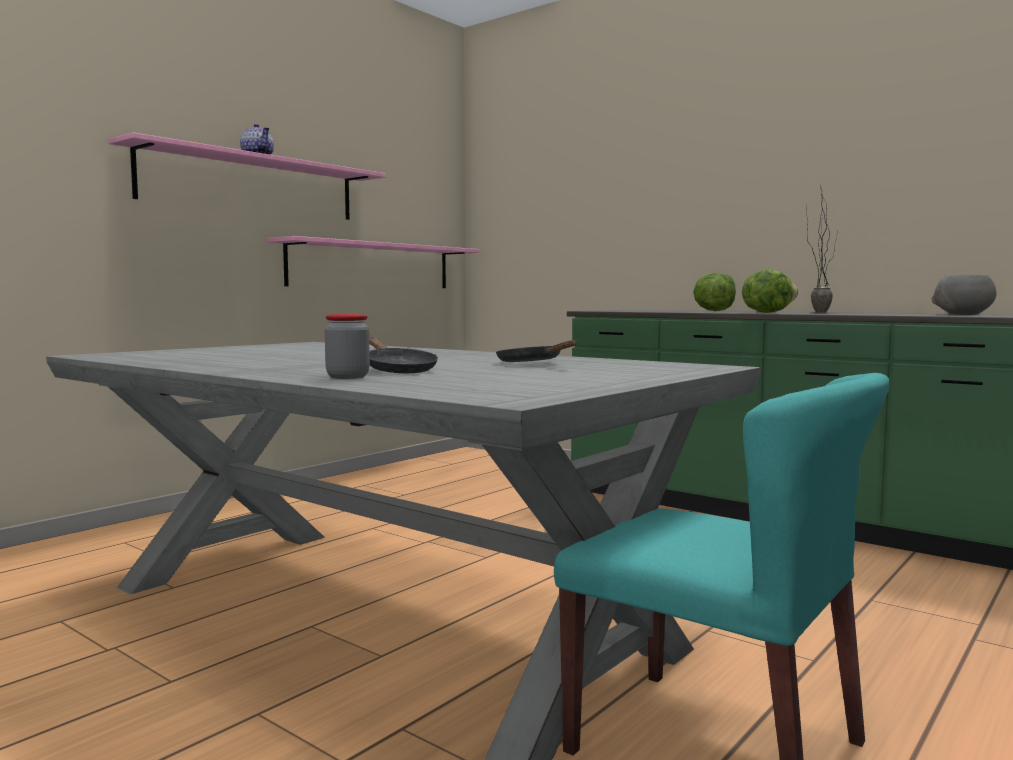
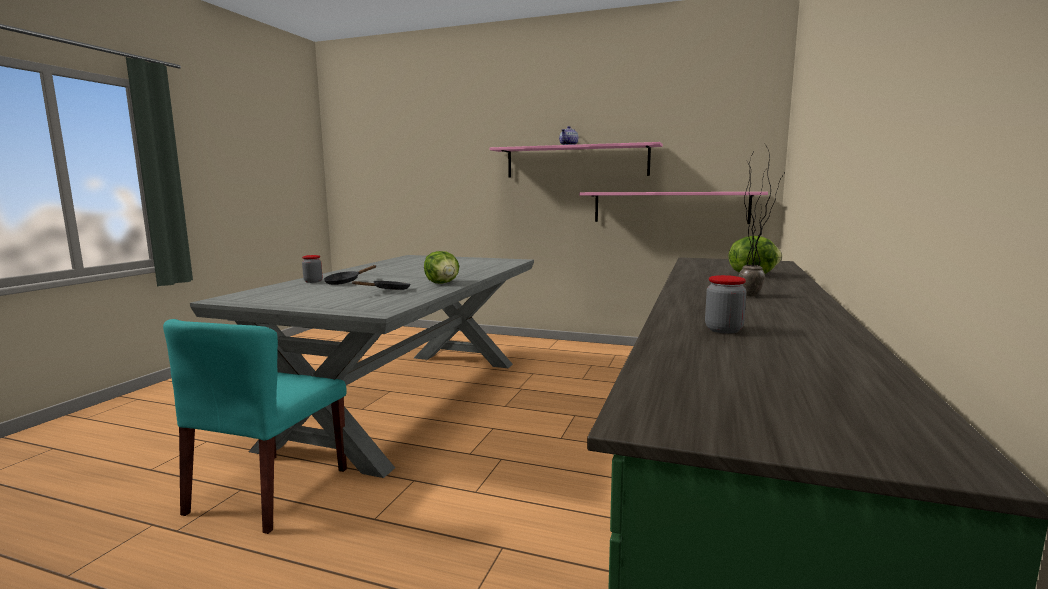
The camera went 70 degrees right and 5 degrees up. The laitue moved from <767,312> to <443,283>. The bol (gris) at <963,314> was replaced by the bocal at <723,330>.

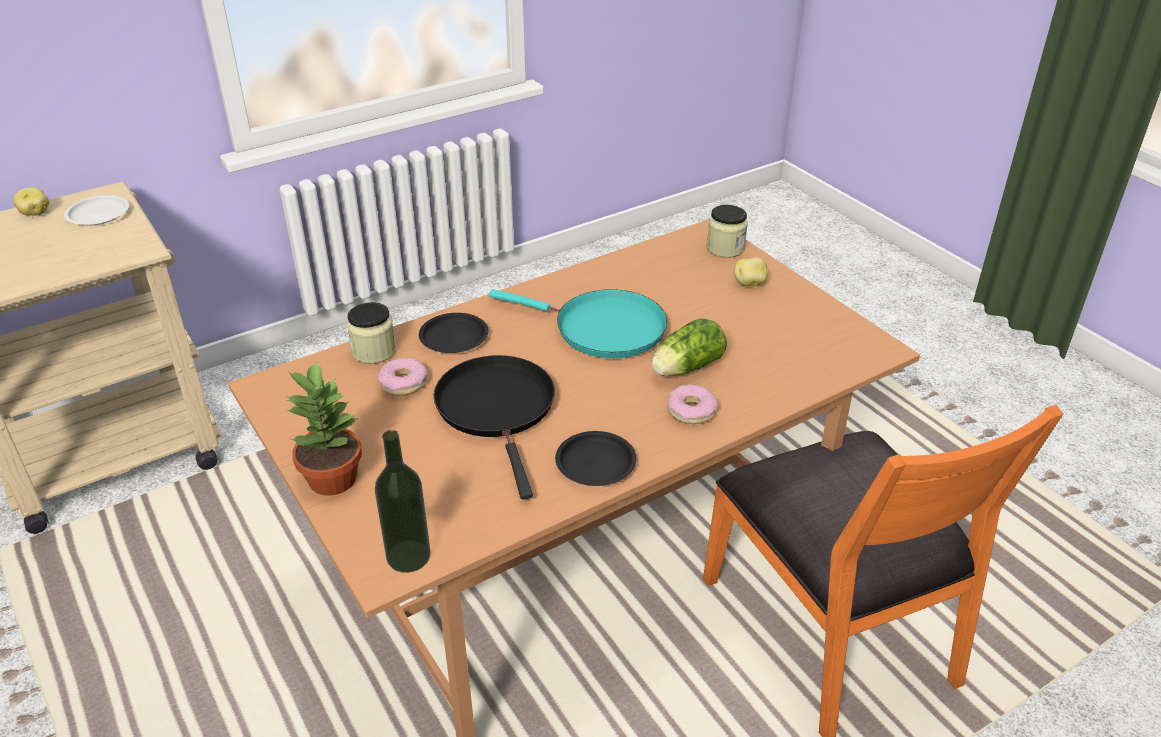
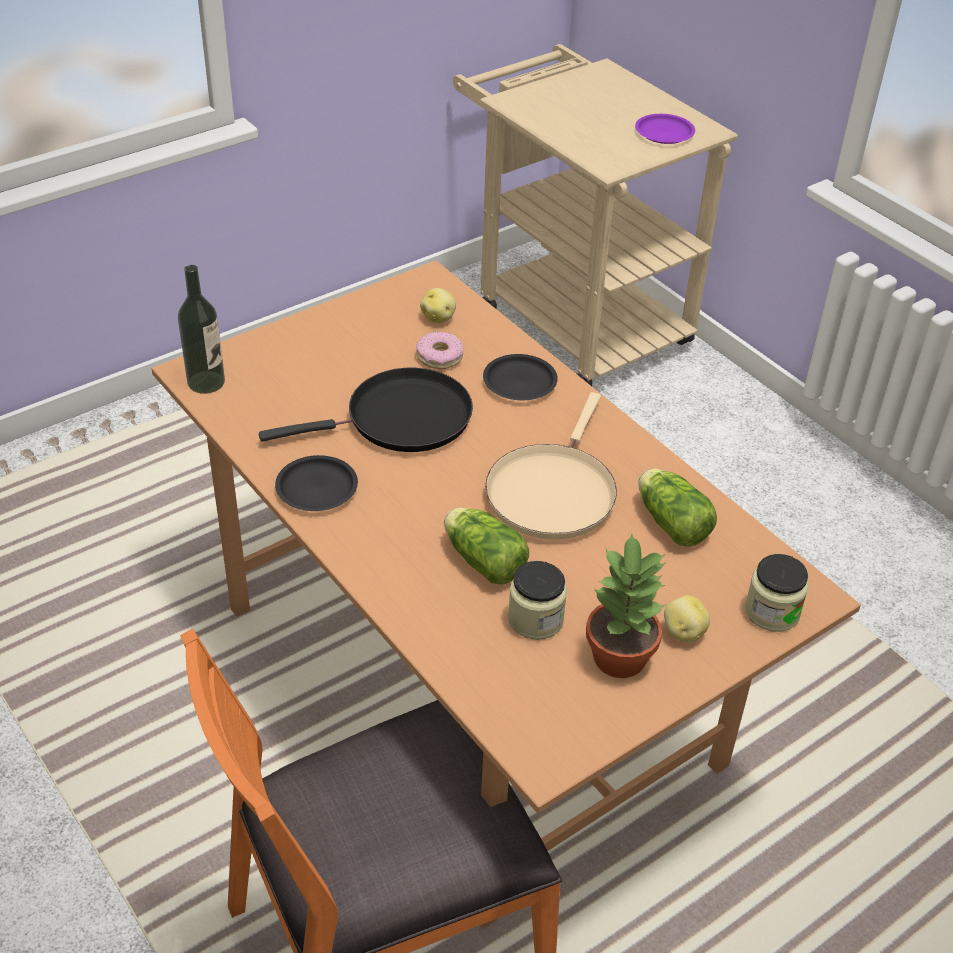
The camera went 85 degrees right and 5 degrees up. The pomme de terre moved from <35,213> to <438,317>. The poêle (turquoise) at <602,329> became the poêle (beige) at <552,491>. The bocal moved from <374,351> to <535,619>. The plante en pot moved from <332,478> to <621,657>. The assiette (blanc) at <98,214> became the assiette (violet) at <664,133>. The laitue at <670,521> appeared. The beignet at <691,410> disappeared.

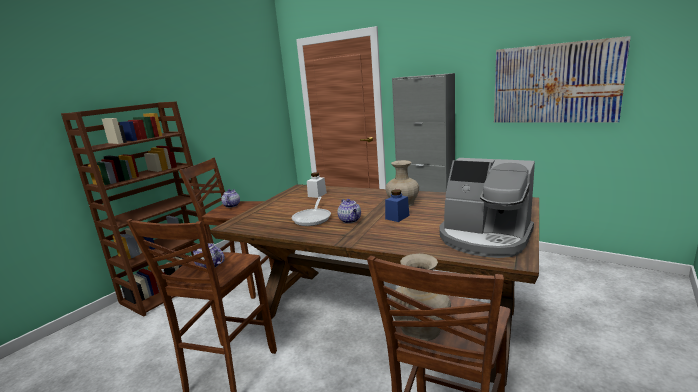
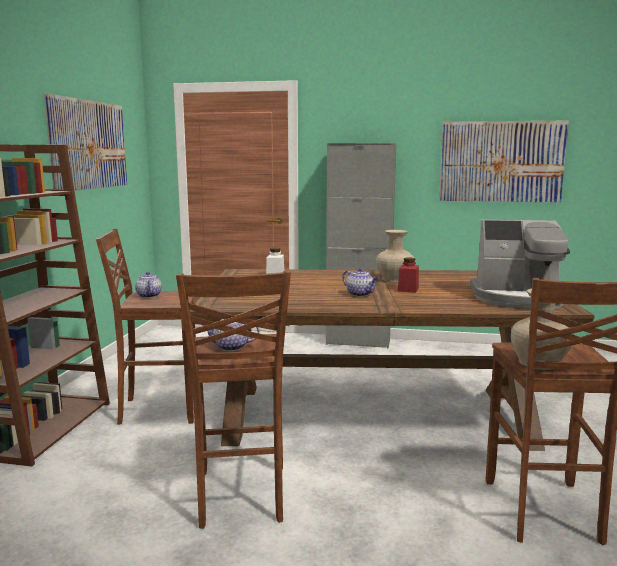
The camera went 25 degrees left and 5 degrees down. The tableau at <88,145> appeared. The bocal (bleu) at <397,217> became the bocal (rouge) at <408,289>. The poêle at <313,218> disappeared.

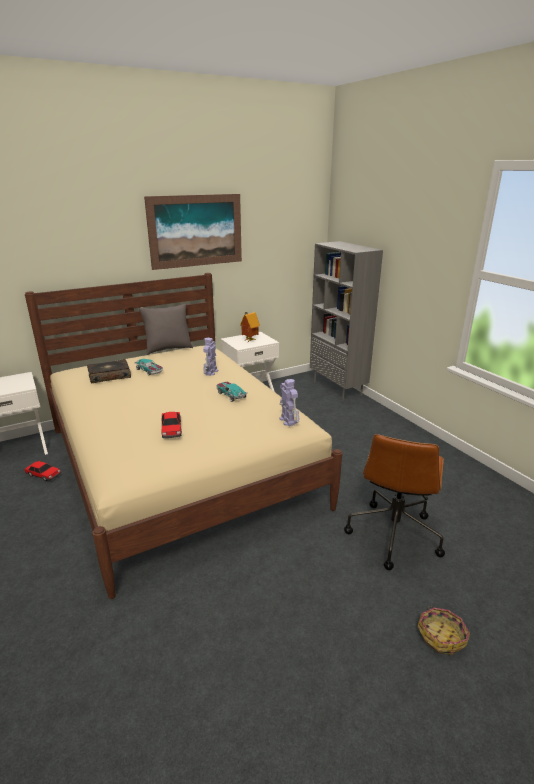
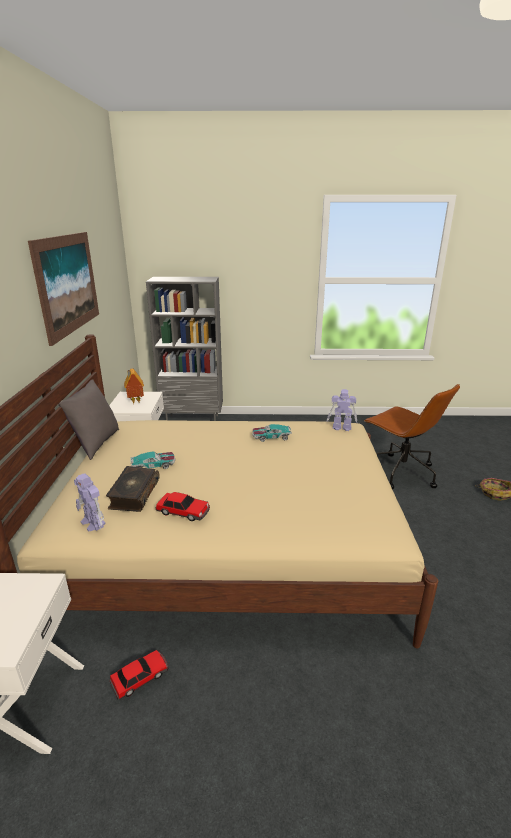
The camera went 60 degrees left and 0 degrees up. The robot jouet moved from <210,372> to <93,523>. The petite voiture moved from <171,429> to <183,512>.

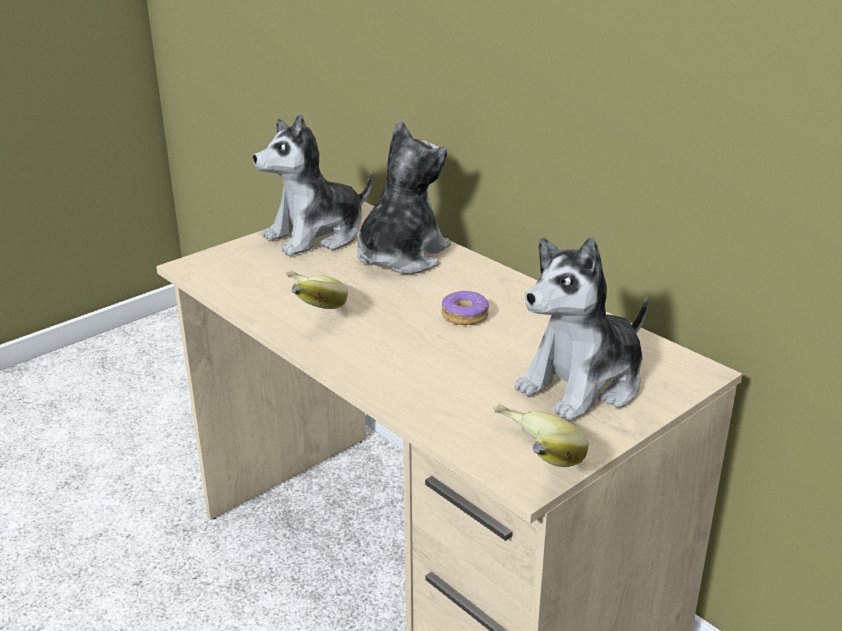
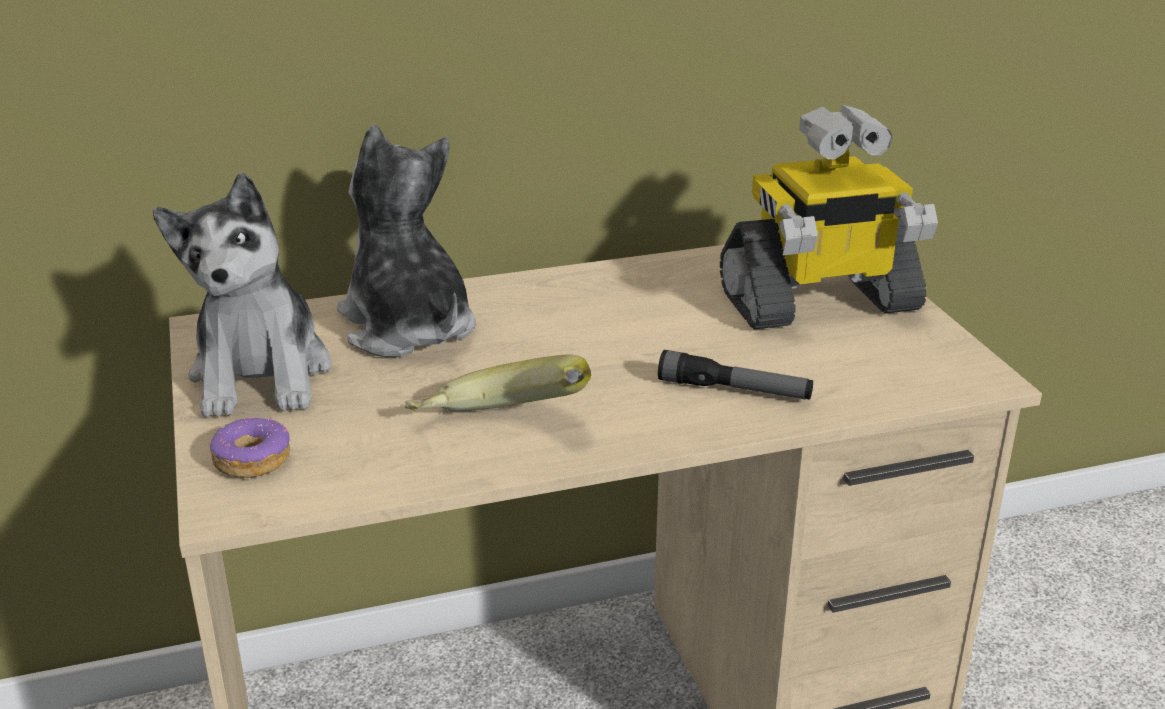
The camera went 65 degrees left and 0 degrees up. The beignet moved from <465,316> to <252,459>. The lampe de poche at <734,390> appeared. The peluche at <583,385> was replaced by the robot jouet at <819,302>. The banane at <528,462> disappeared.

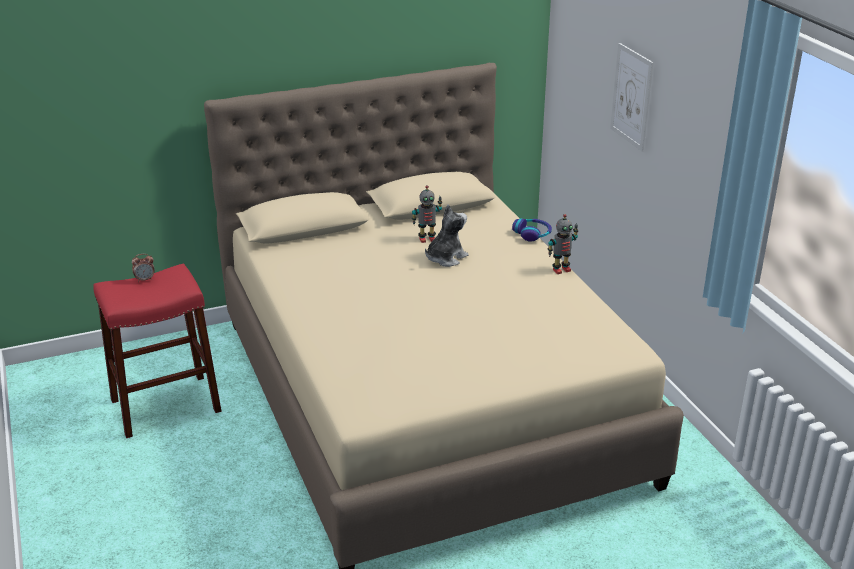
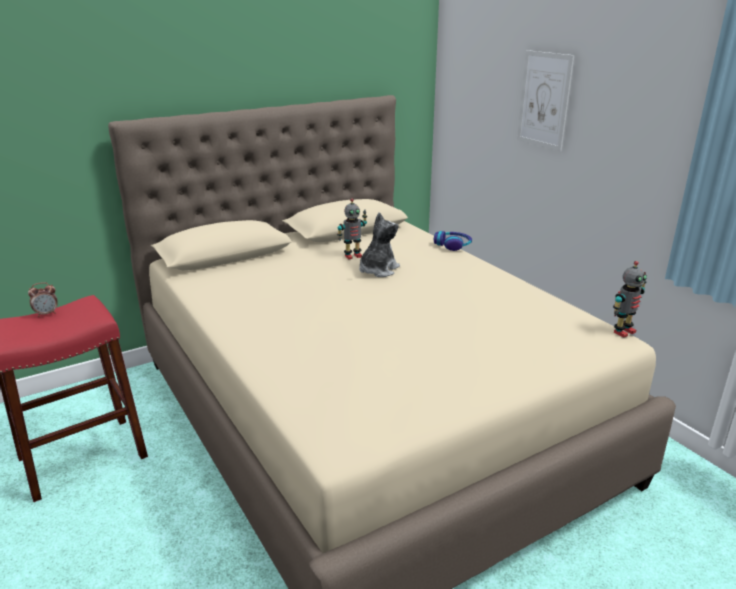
The camera went 10 degrees left and 5 degrees down. The robot jouet moved from <561,269> to <623,331>.

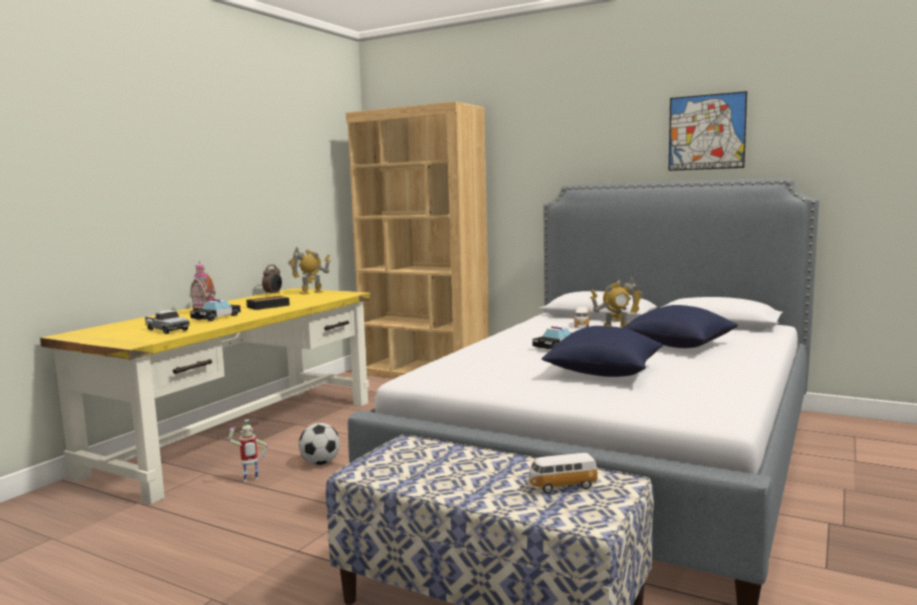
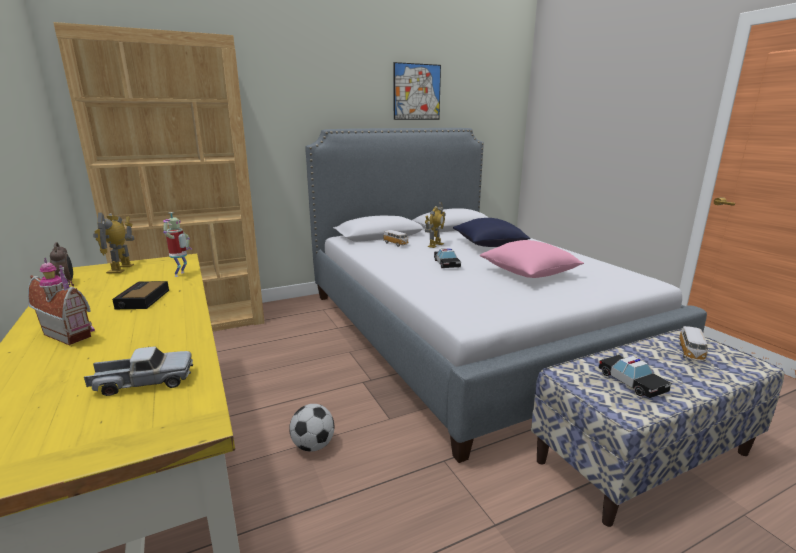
The camera went 55 degrees left and 10 degrees up. The robot jouet moved from <250,481> to <181,274>. The coussin (bleu) at <603,373> became the coussin (rose) at <529,274>. The petite voiture moved from <216,317> to <631,382>.

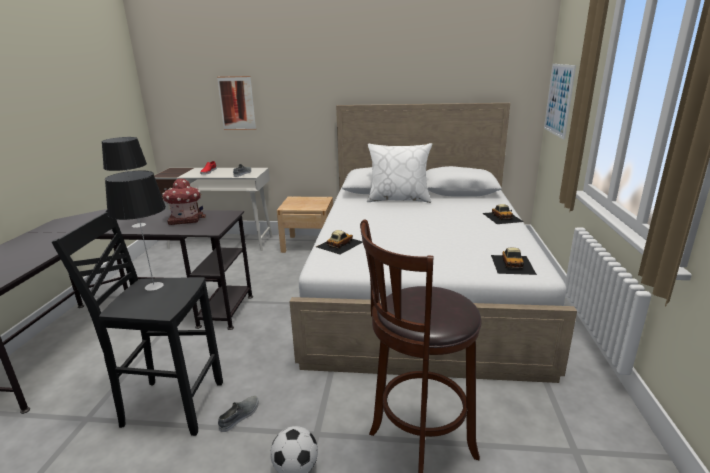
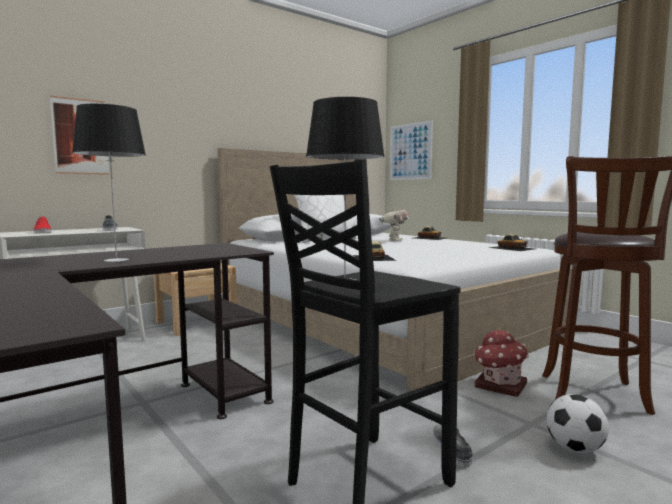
The camera went 45 degrees left and 15 degrees down. The robot jouet at <394,240> appeared. The maison miniature moved from <185,218> to <499,385>.

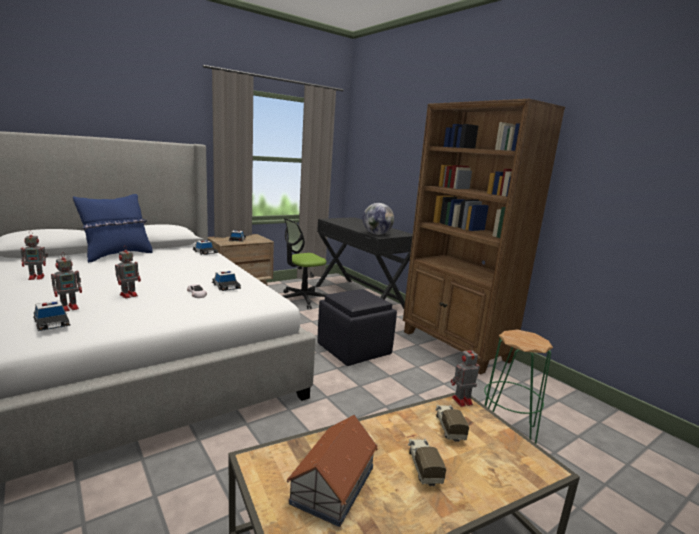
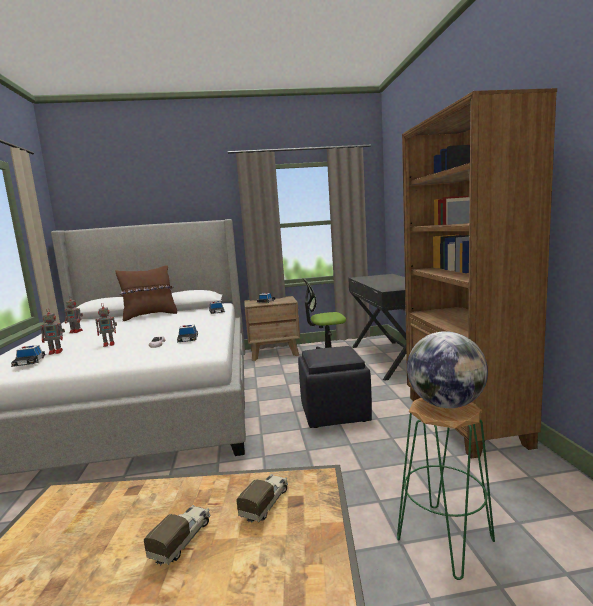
The camera went 30 degrees right and 5 degrees down. The coussin (bleu) at <117,255> became the coussin (marron) at <150,316>. The globe moved from <376,234> to <446,404>. The maison miniature at <332,485> disappeared. The robot jouet at <461,401> disappeared.

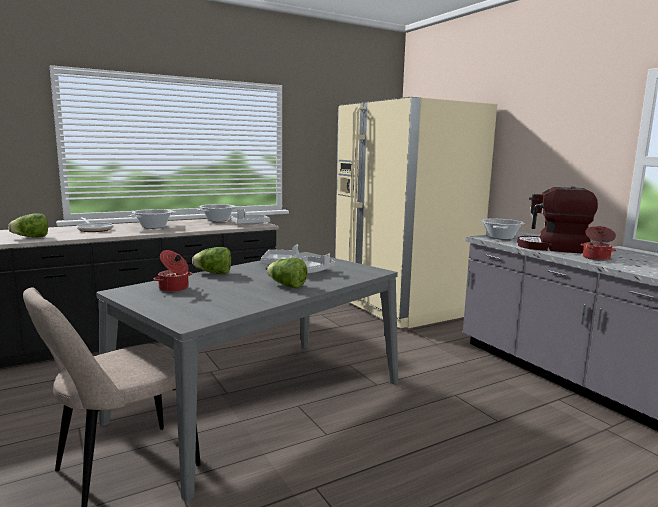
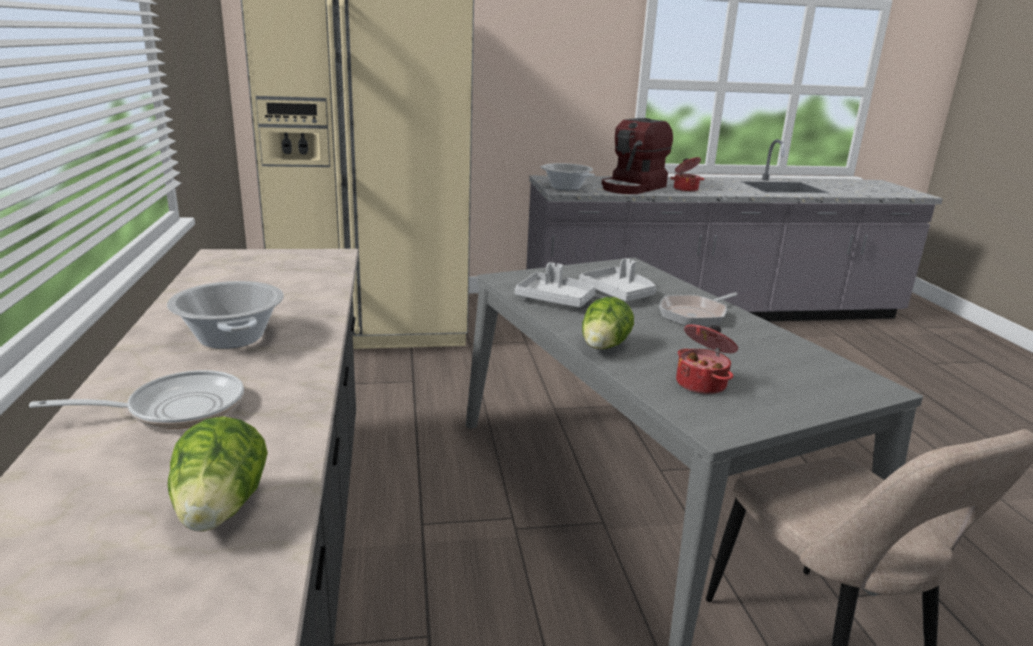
The camera went 70 degrees left and 10 degrees up. The laitue at <287,286> was replaced by the poêle at <695,315>. The marmite at <218,220> disappeared. The plateau (gris) at <250,224> disappeared.

